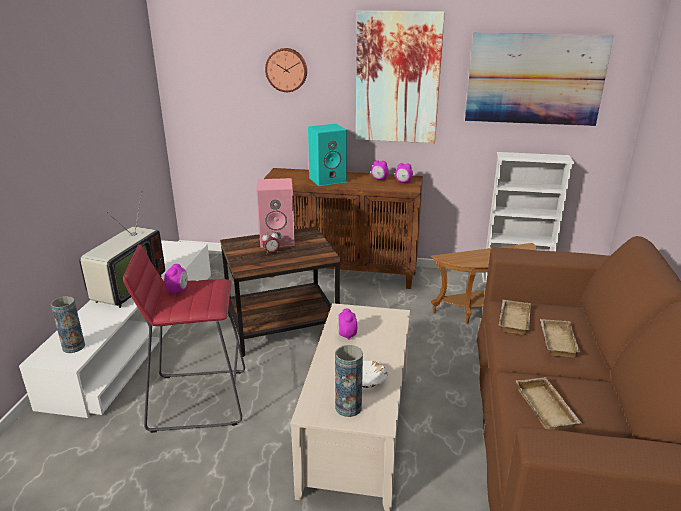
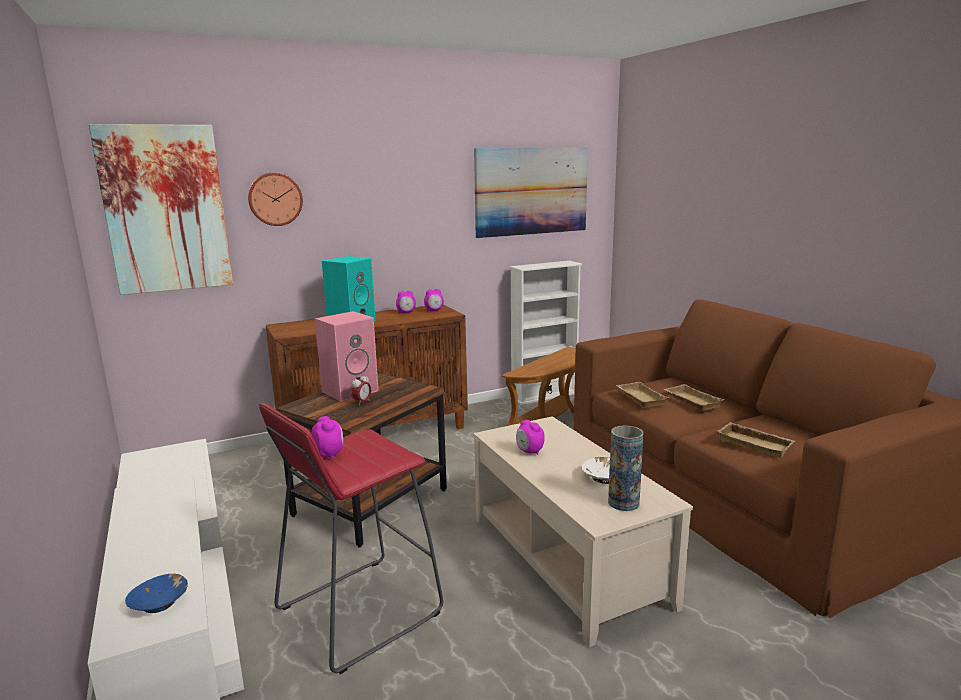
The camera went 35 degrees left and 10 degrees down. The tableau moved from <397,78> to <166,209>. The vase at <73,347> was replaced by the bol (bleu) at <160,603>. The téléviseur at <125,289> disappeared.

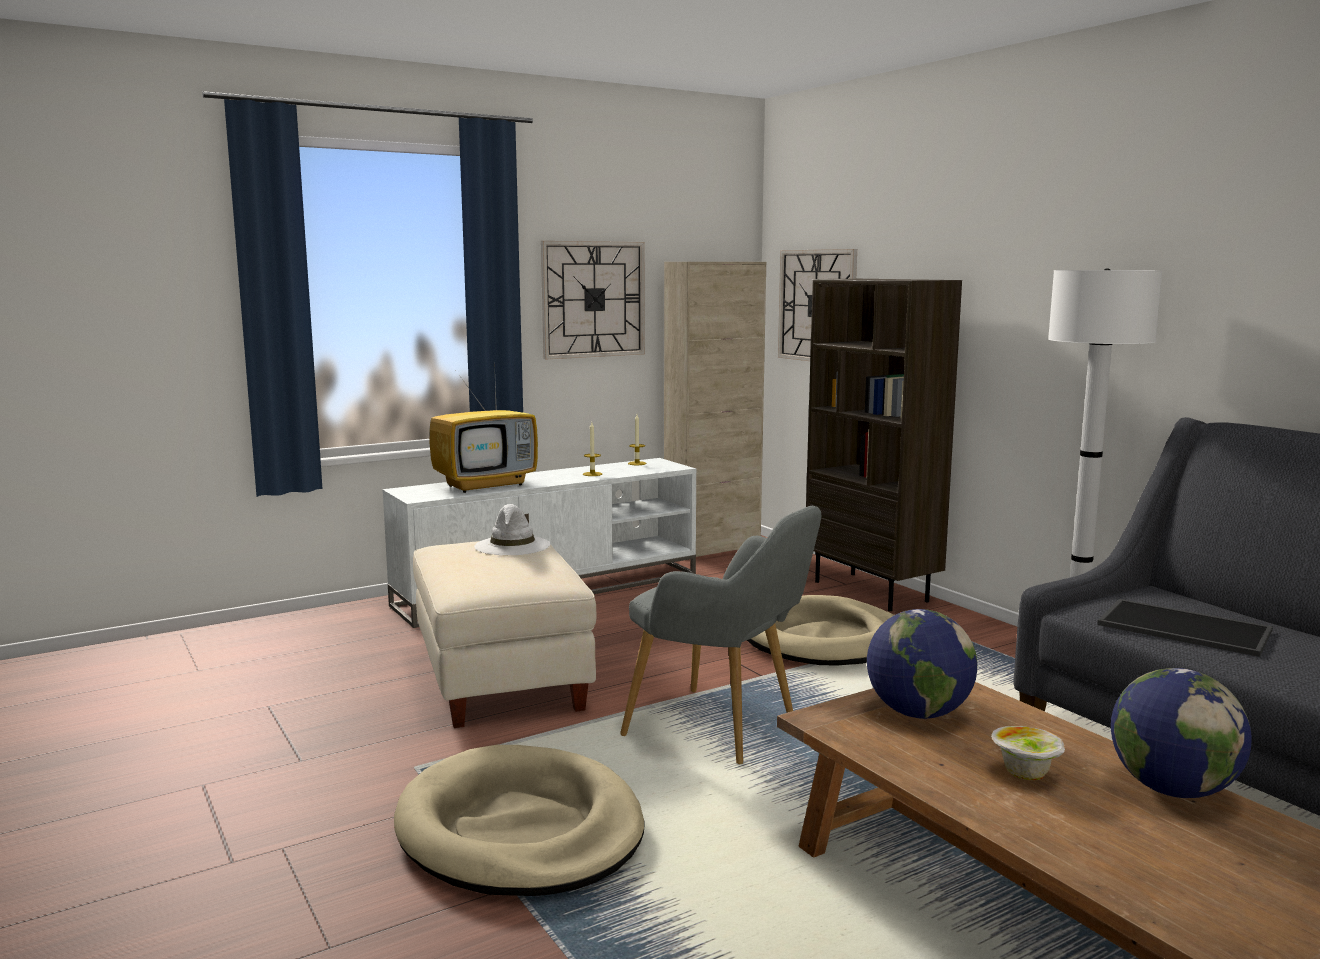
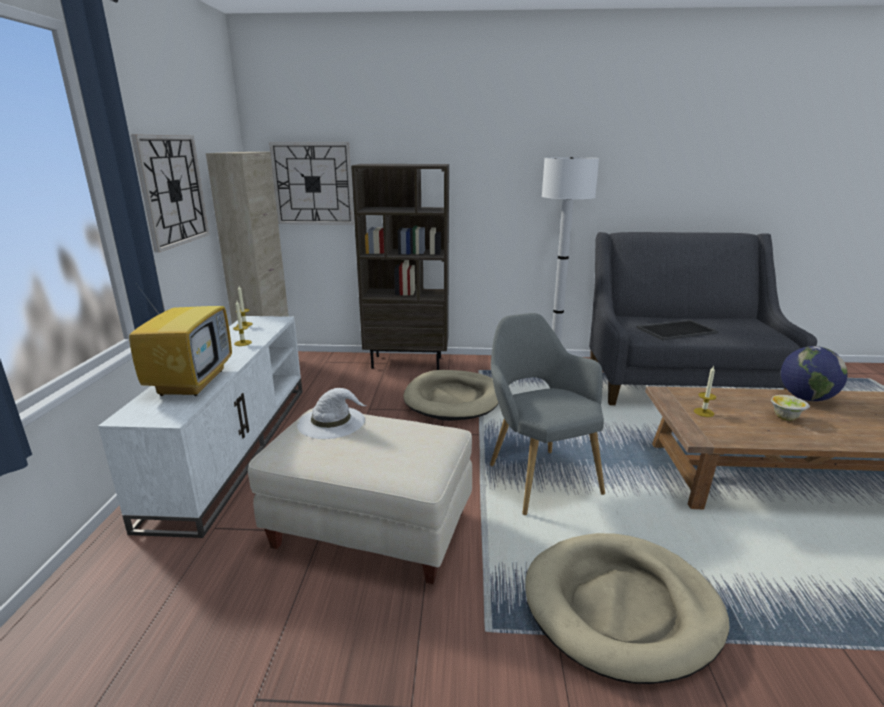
The camera went 55 degrees left and 10 degrees up. The fauteuil (gris) at <722,730> turned 90 degrees counterclockwise. The globe at <918,713> was replaced by the bougie at <703,412>.

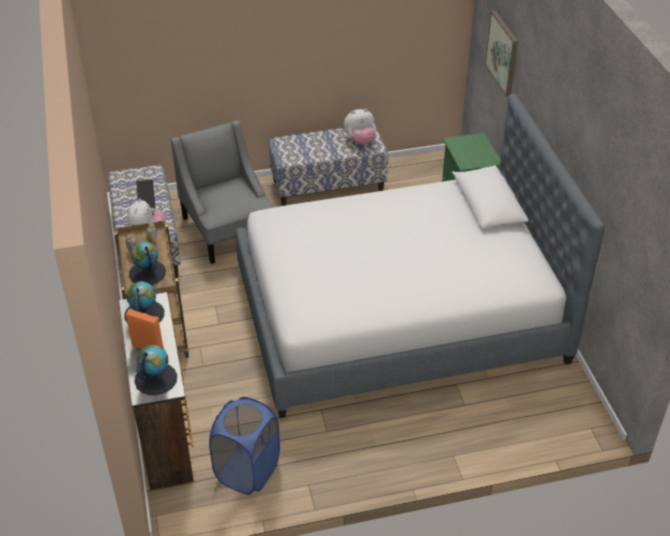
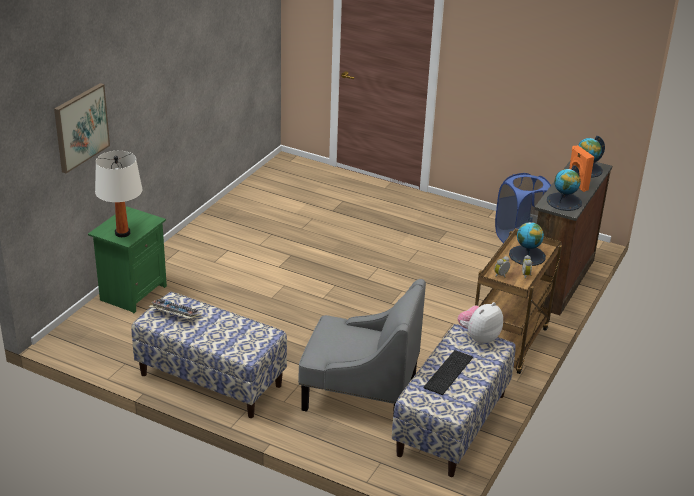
The camera went 140 degrees left and 10 degrees down. The lampe de table (blanc) at <122,233> appeared. The peluche at <360,140> was replaced by the clavier at <174,314>. The fauteuil (gris) at <227,230> turned 90 degrees counterclockwise. The lit at <398,315> disappeared.

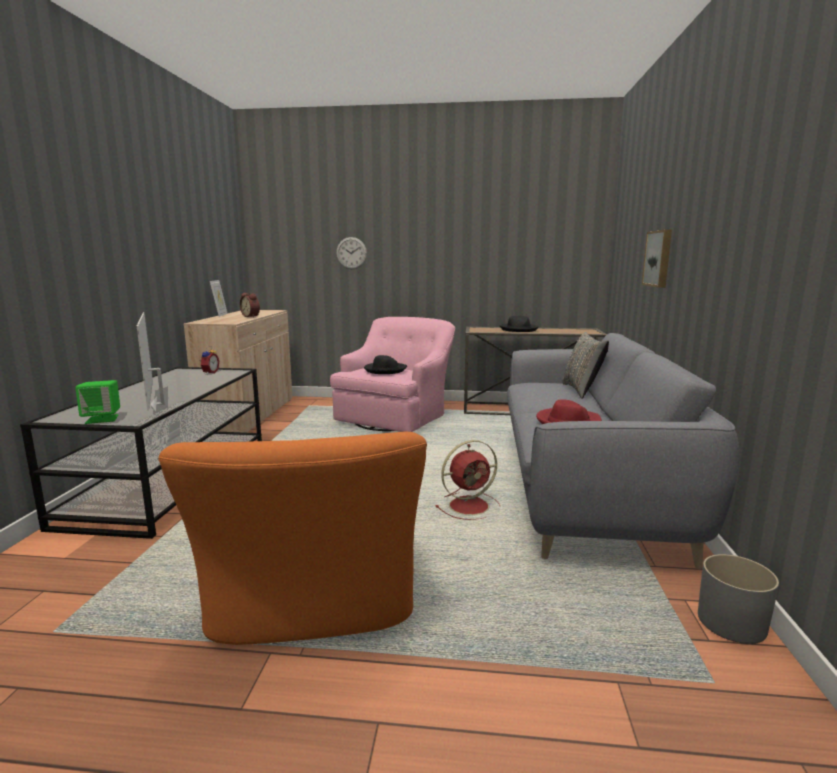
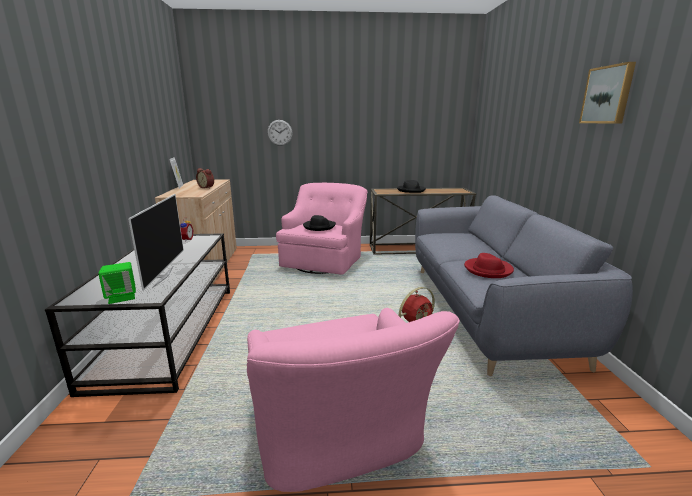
The camera went 10 degrees left and 5 degrees up. The téléviseur at <157,404> turned 150 degrees counterclockwise. The fauteuil (orange) at <312,600> became the fauteuil (rose) at <338,436>. The tableau moved from <659,258> to <608,95>. The coussin (gris) at <582,391> disappeared. The cache-pot (gris) at <732,623> disappeared.

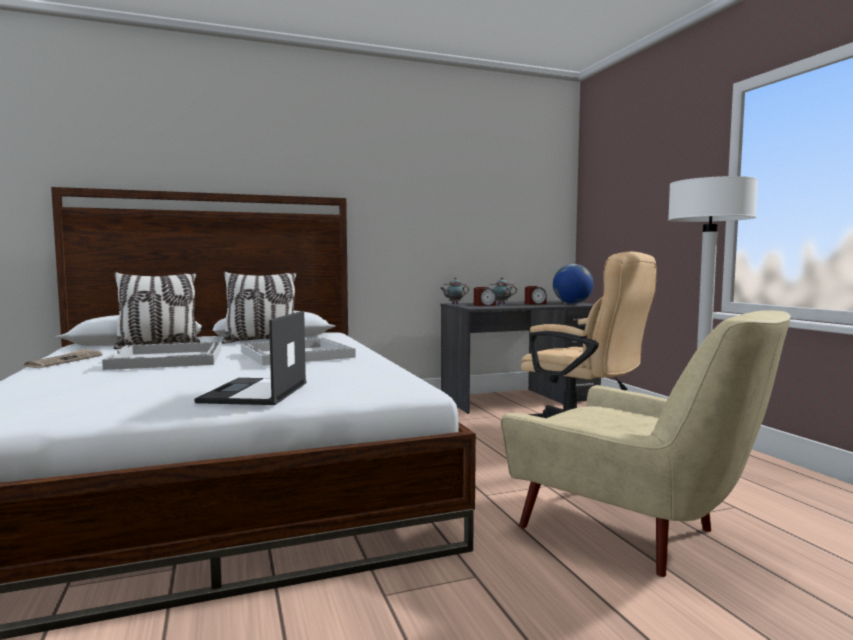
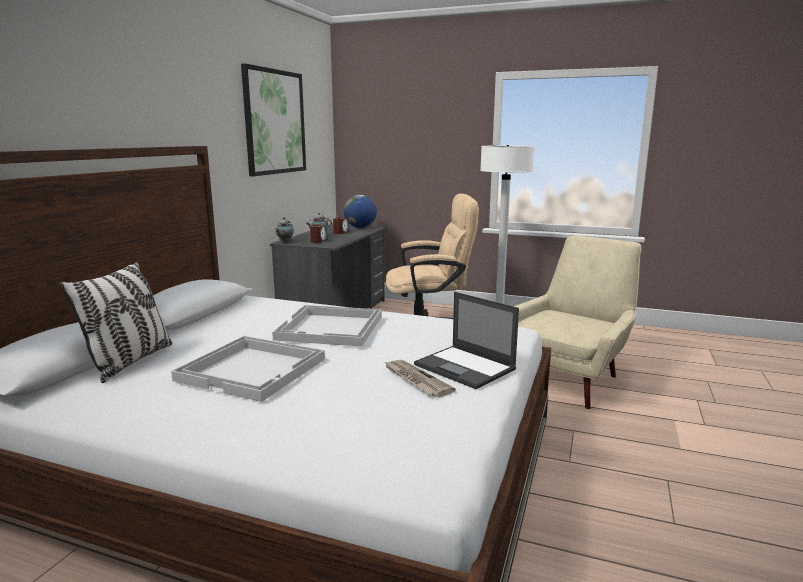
The camera went 50 degrees left and 10 degrees up. The tableau at <274,122> appeared. The journal moved from <64,361> to <416,380>. The fauteuil (beige) at <634,533> turned 45 degrees counterclockwise. The coussin at <261,341> disappeared.

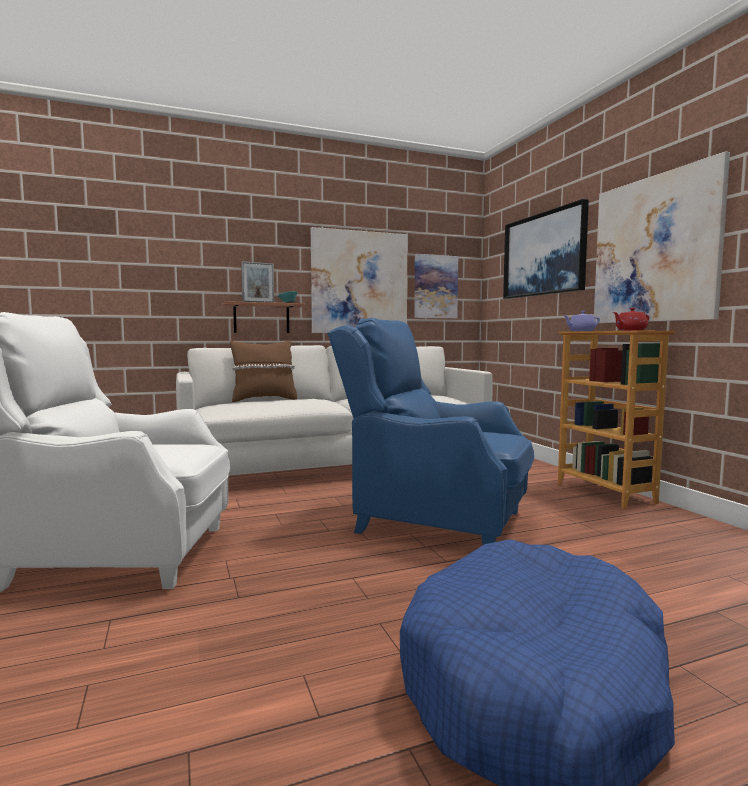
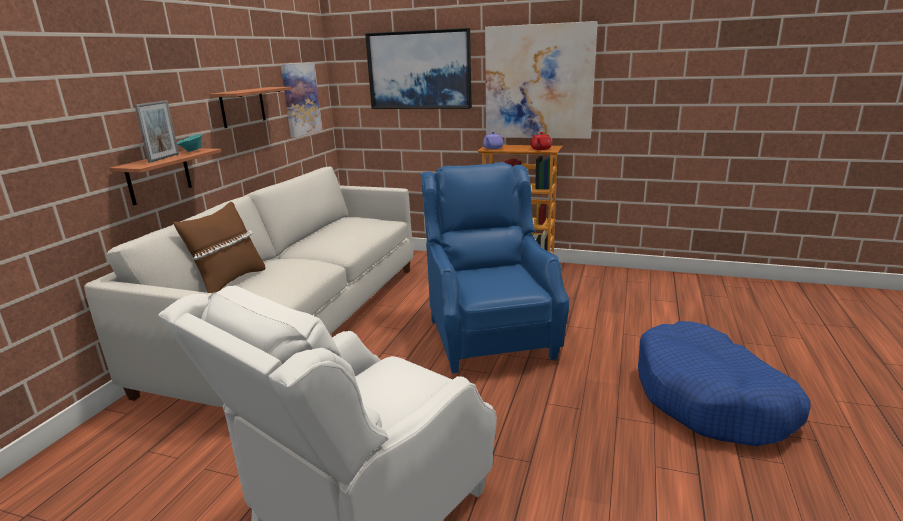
The camera went 50 degrees left and 15 degrees up. The tableau at <359,282> was replaced by the étagère at <242,107>. The fauteuil (bleu) at <434,520> turned 105 degrees clockwise.

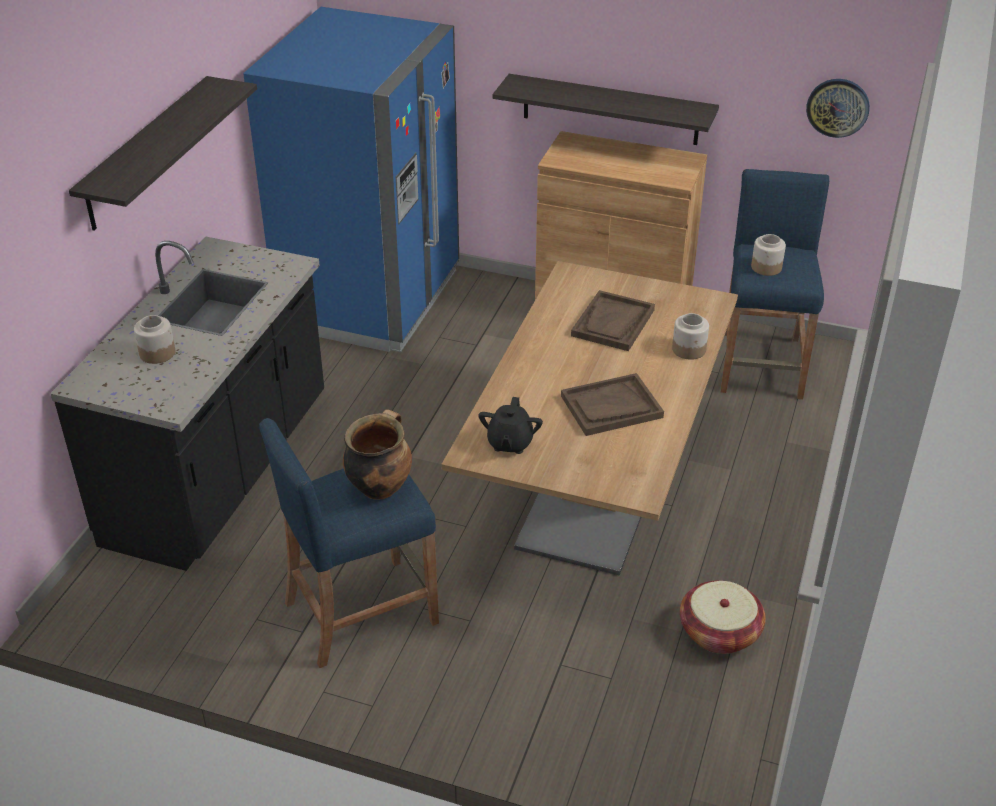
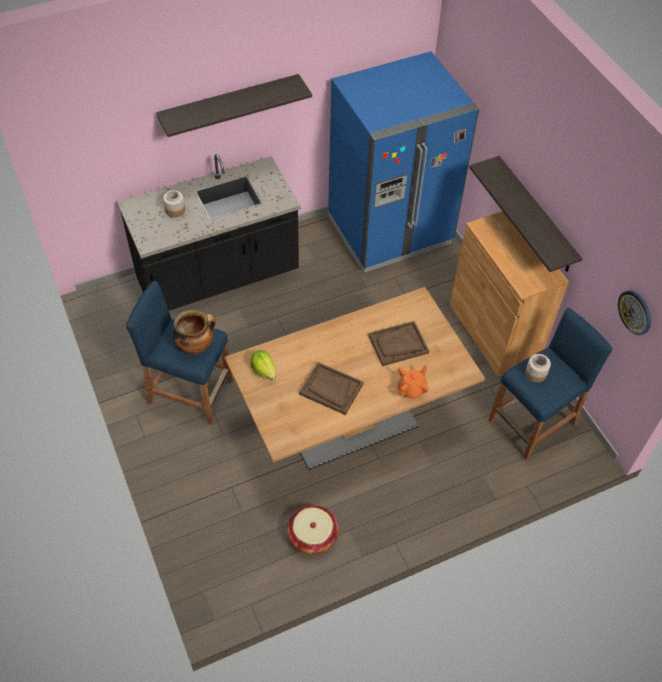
The camera went 45 degrees right and 15 degrees up. The théière (noir) at <510,443> was replaced by the laitue at <263,370>. The bocal at <689,349> was replaced by the théière (orange) at <411,389>.

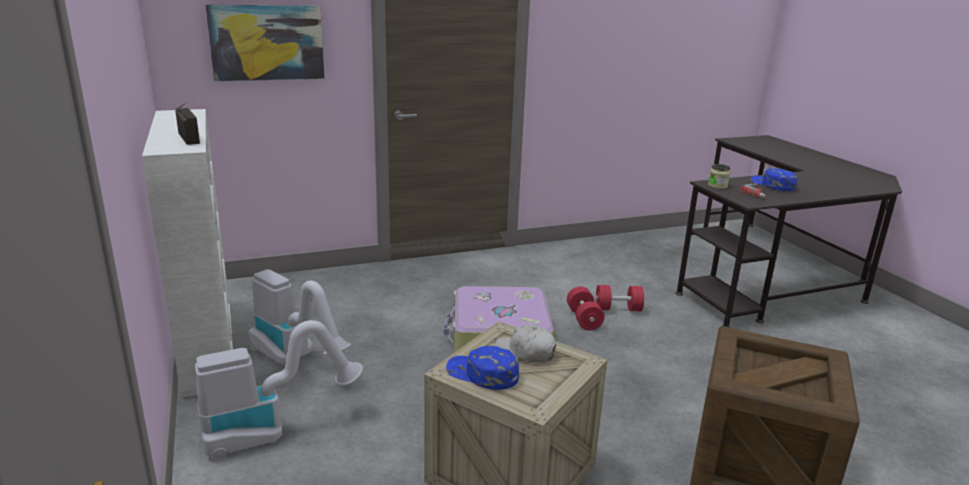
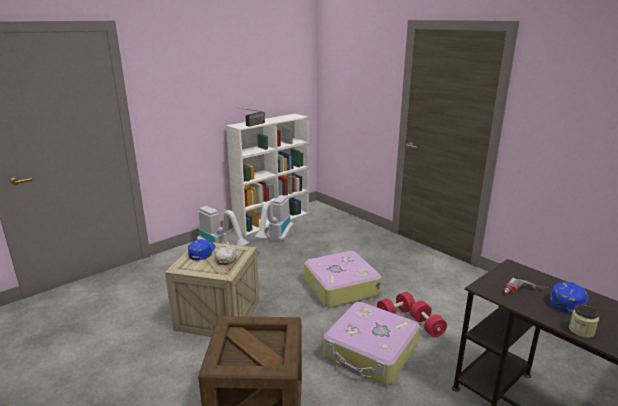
The camera went 70 degrees right and 0 degrees up. The valise at <371,352> appeared. The bocal moved from <717,186> to <581,330>. The tableau at <267,42> disappeared.

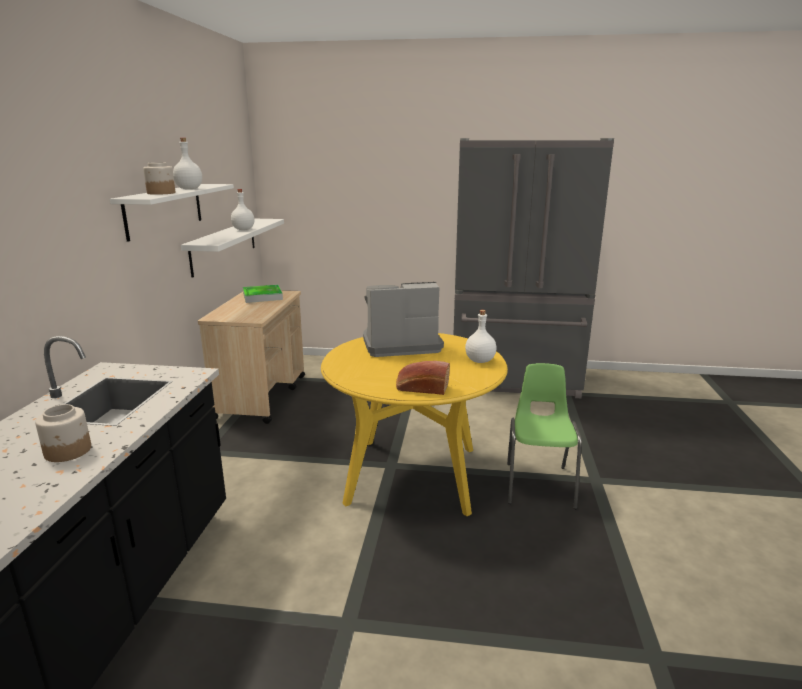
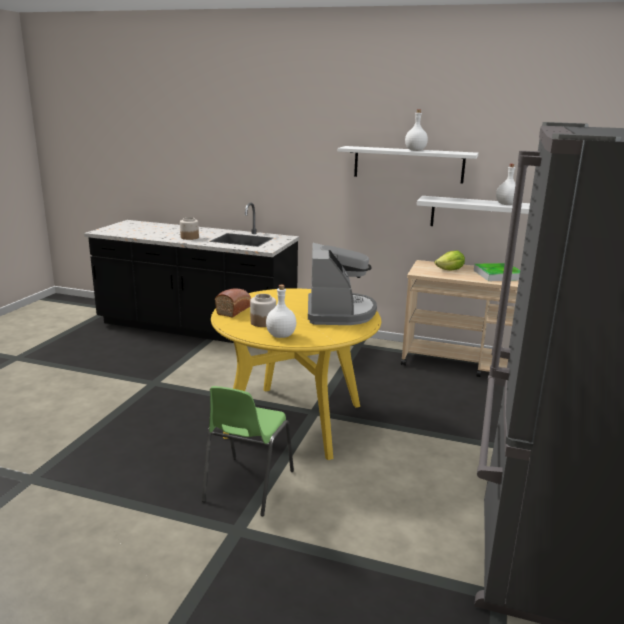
The camera went 100 degrees right and 0 degrees up. The chaise (vert) at <539,484> turned 90 degrees clockwise. The bocal moved from <161,193> to <263,322>. The laitue at <450,270> appeared.

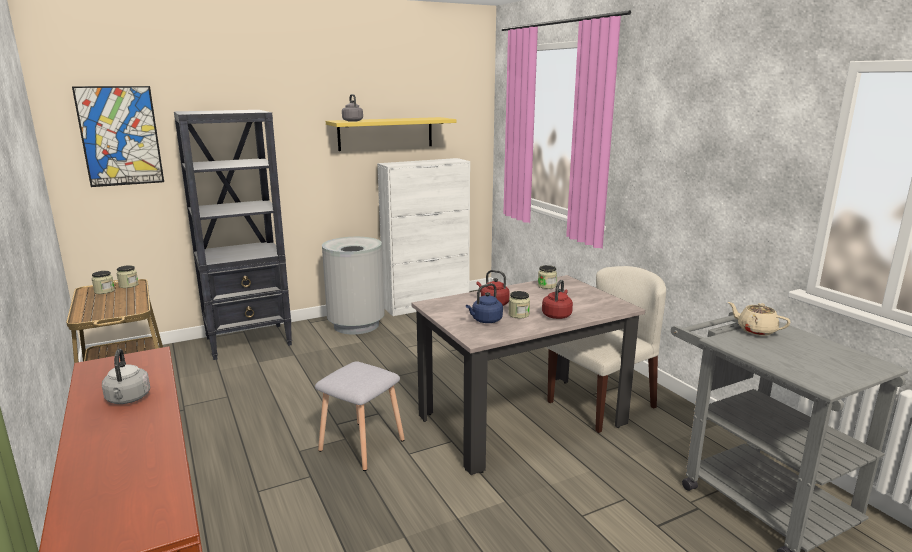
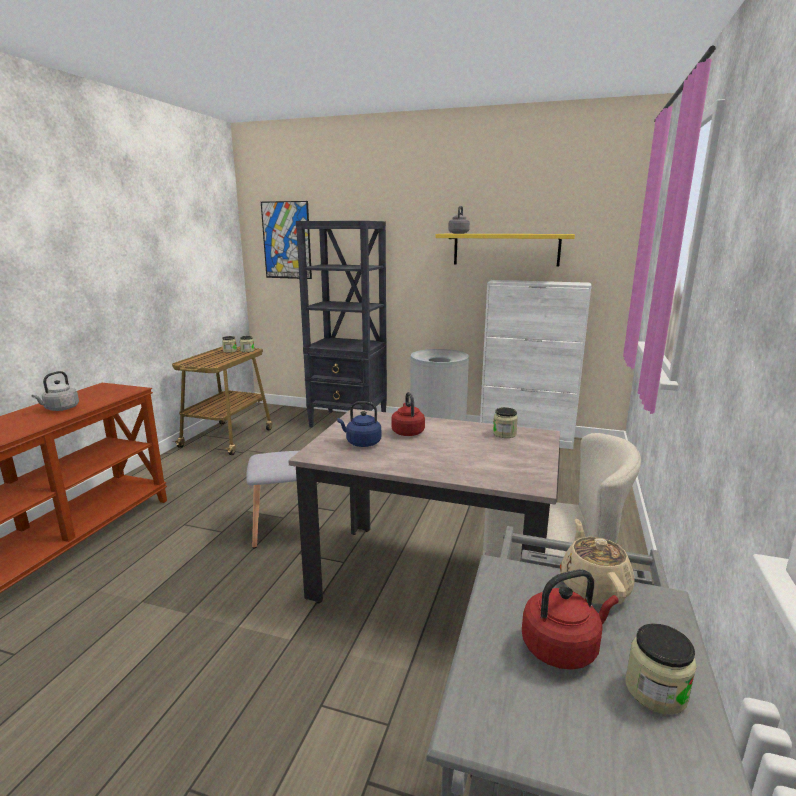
The camera went 45 degrees right and 0 degrees up. The bouilloire (rouge) moved from <557,315> to <563,647>. The bocal moved from <518,314> to <655,690>.

